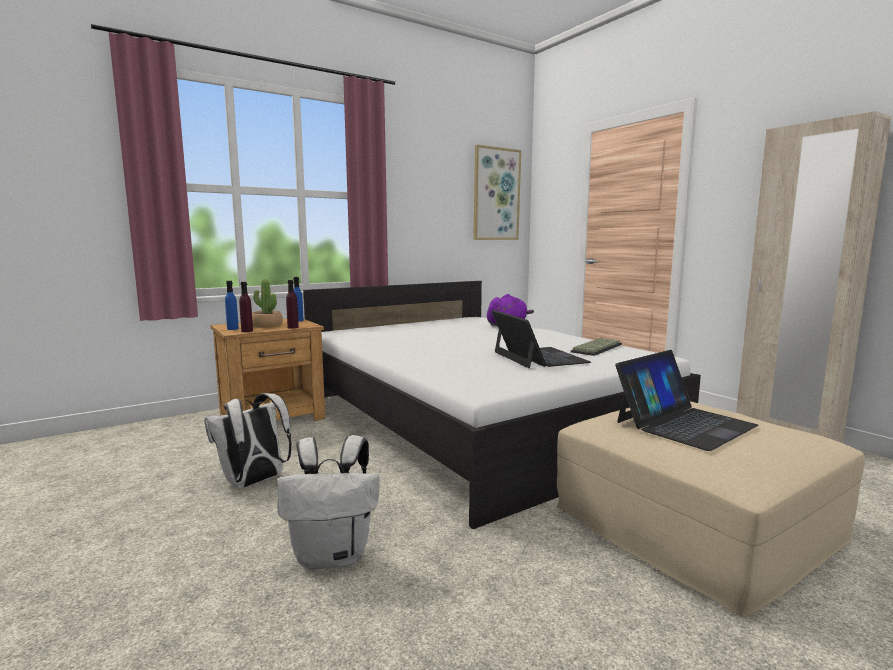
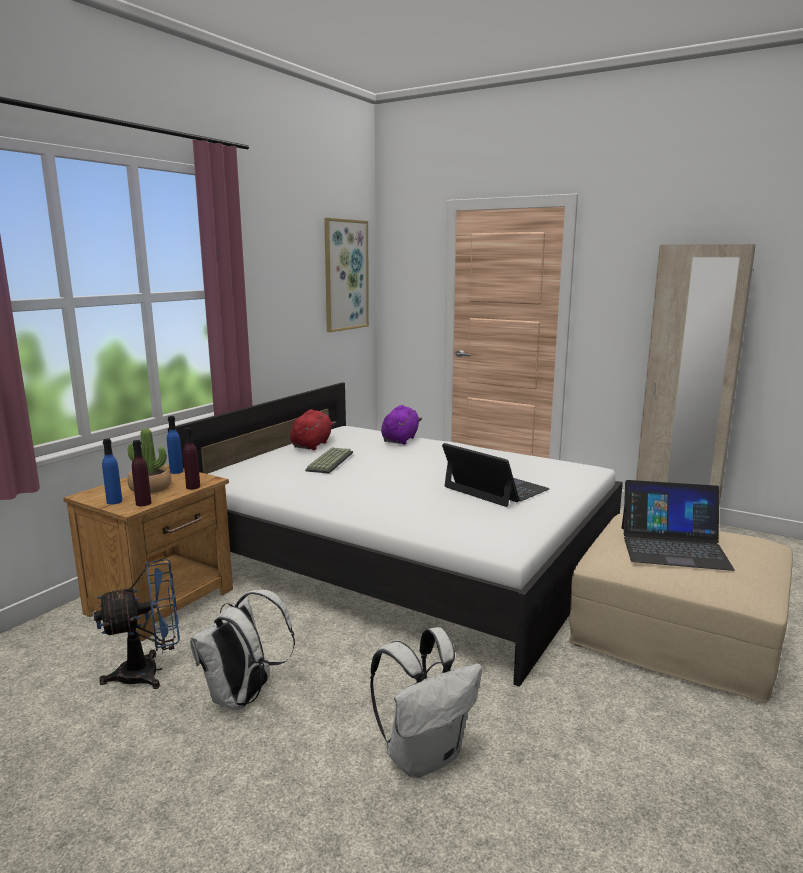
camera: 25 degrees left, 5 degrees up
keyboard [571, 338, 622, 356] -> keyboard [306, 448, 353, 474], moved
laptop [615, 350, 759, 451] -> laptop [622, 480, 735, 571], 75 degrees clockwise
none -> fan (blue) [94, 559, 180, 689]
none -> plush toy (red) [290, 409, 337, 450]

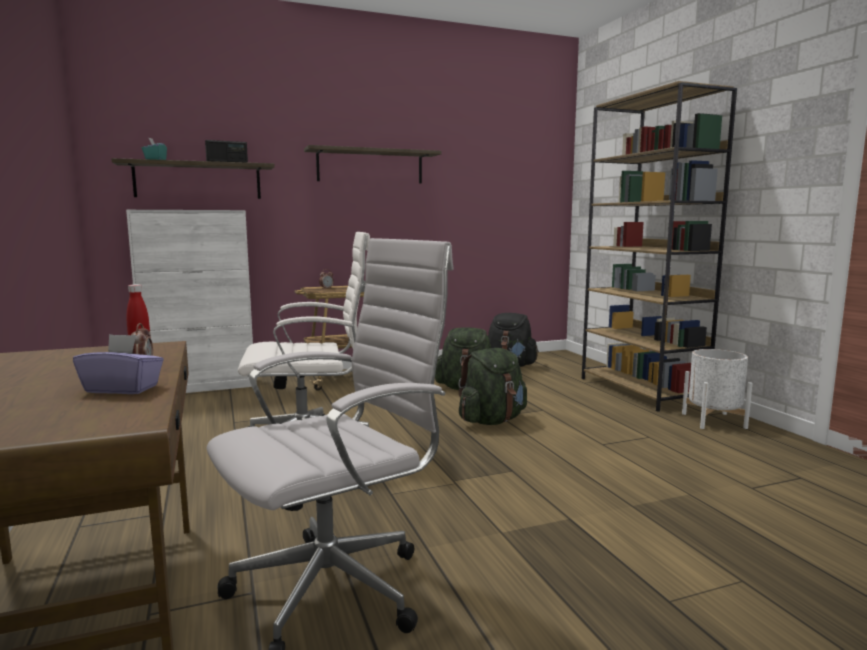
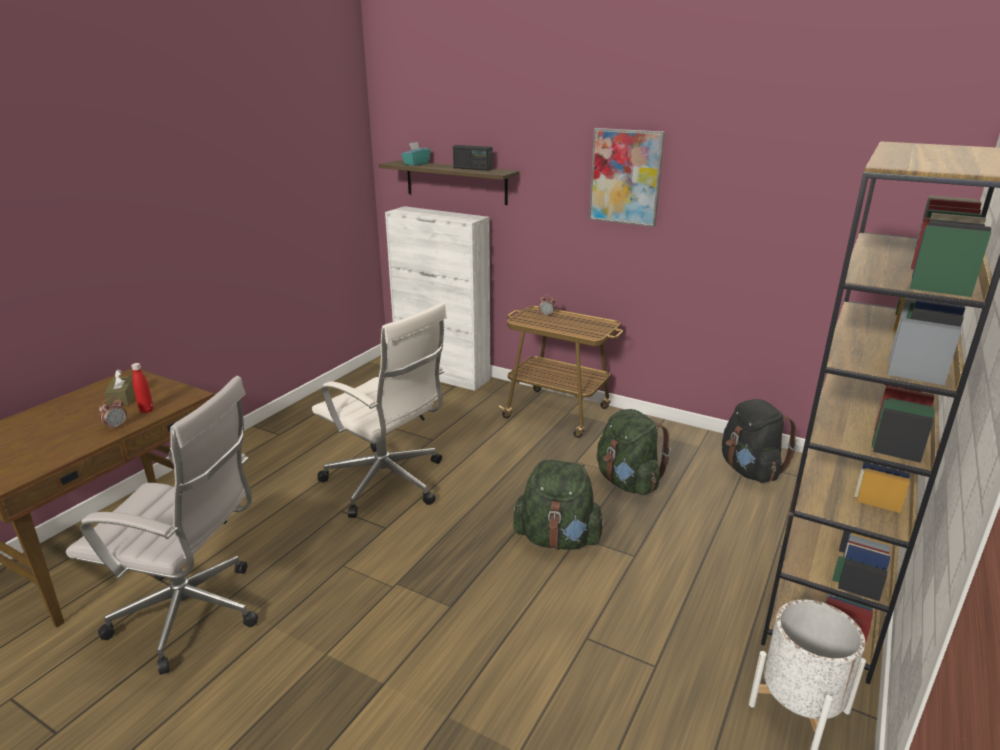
camera: 50 degrees right, 15 degrees up
tissue box (purple) [73, 334, 164, 394] -> none
shelf [304, 145, 442, 184] -> picture [589, 128, 664, 227]
none -> tissue box (brown) [104, 369, 135, 406]

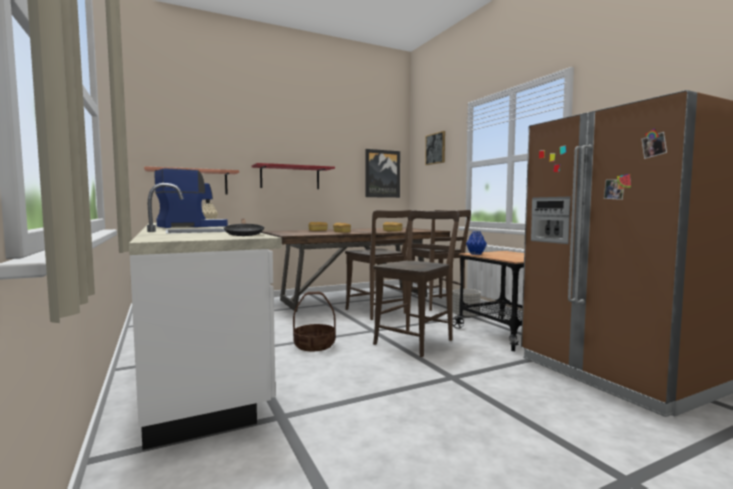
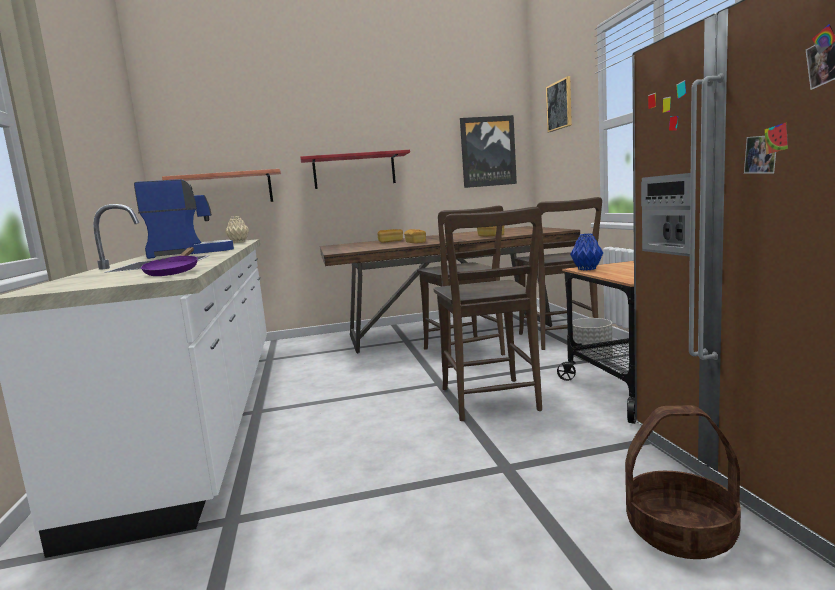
camera: 15 degrees right, 5 degrees up
frying pan (black) [224, 219, 264, 236] -> frying pan (purple) [141, 247, 198, 276]
basket [293, 292, 336, 351] -> basket [625, 405, 741, 559], moved
chair (brown) [373, 210, 460, 357] -> chair (brown) [434, 207, 542, 421], 120 degrees clockwise

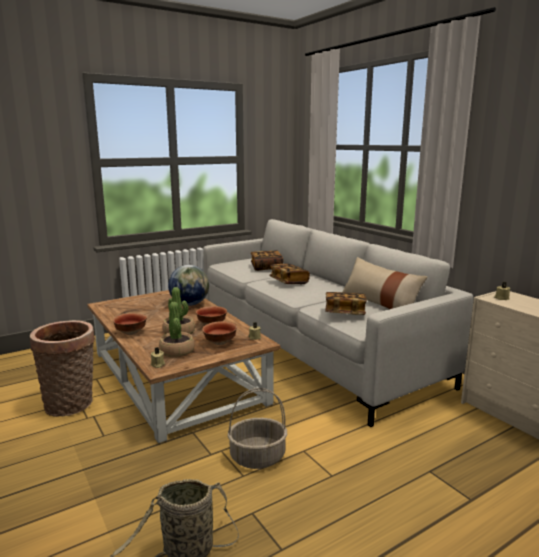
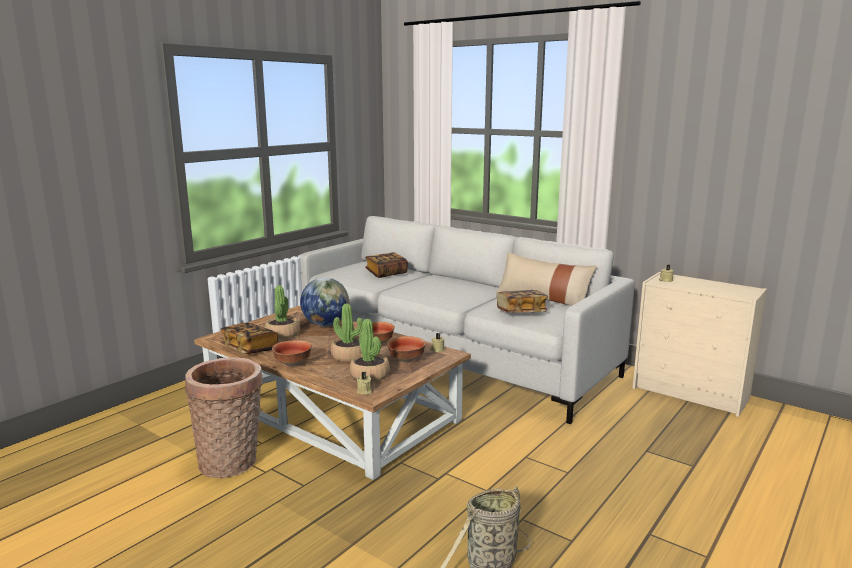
camera: 20 degrees left, 0 degrees up
basket [228, 388, 287, 469] -> none
book [269, 264, 310, 284] -> book [220, 323, 278, 354], moved
none -> potted plant [265, 285, 300, 339]

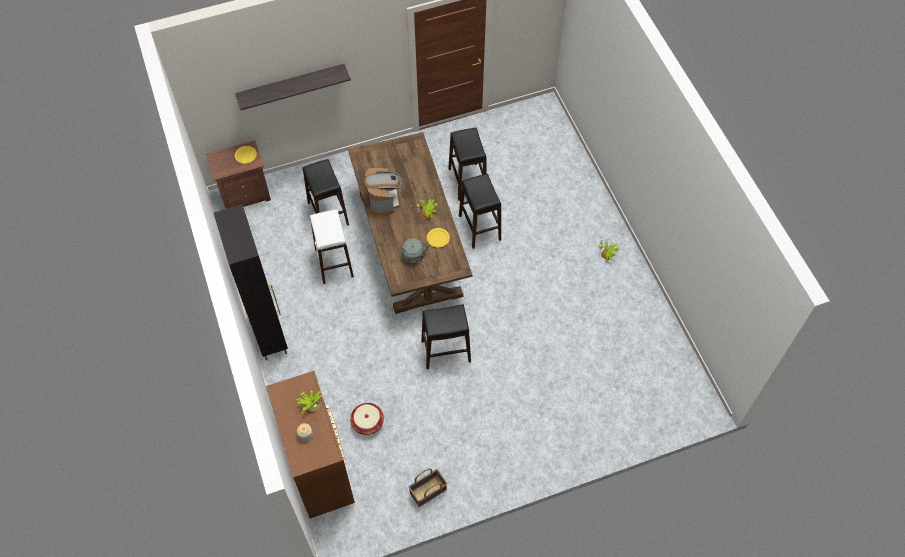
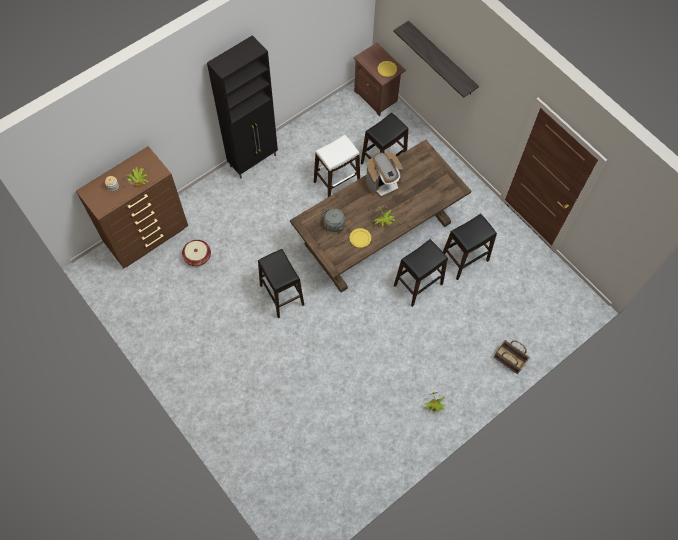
camera: 70 degrees right, 5 degrees up
basket [409, 468, 447, 507] -> basket [494, 340, 530, 374], moved

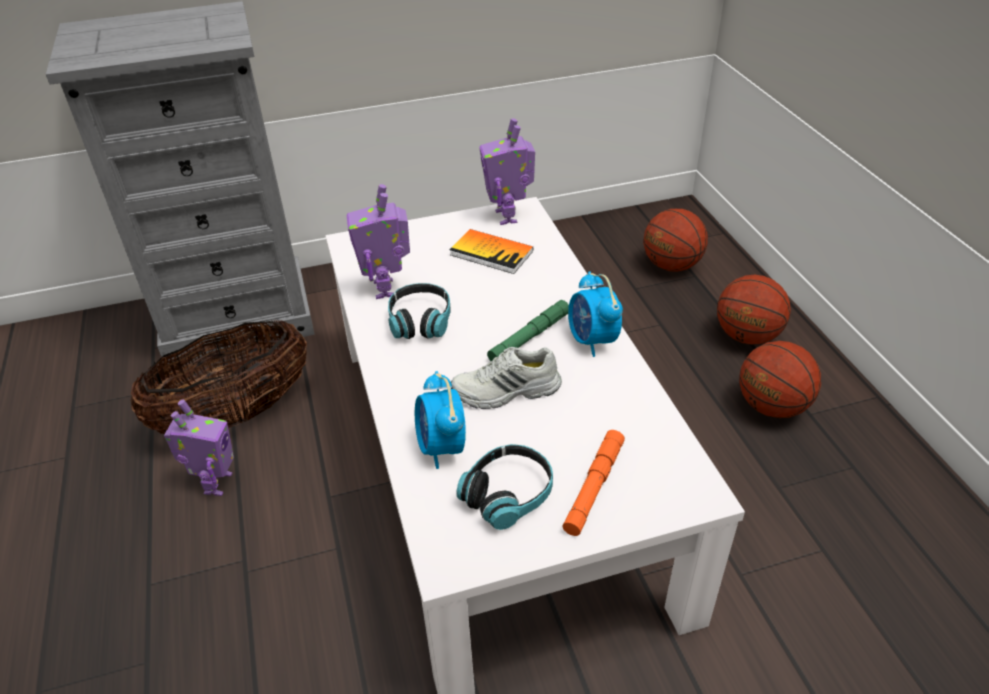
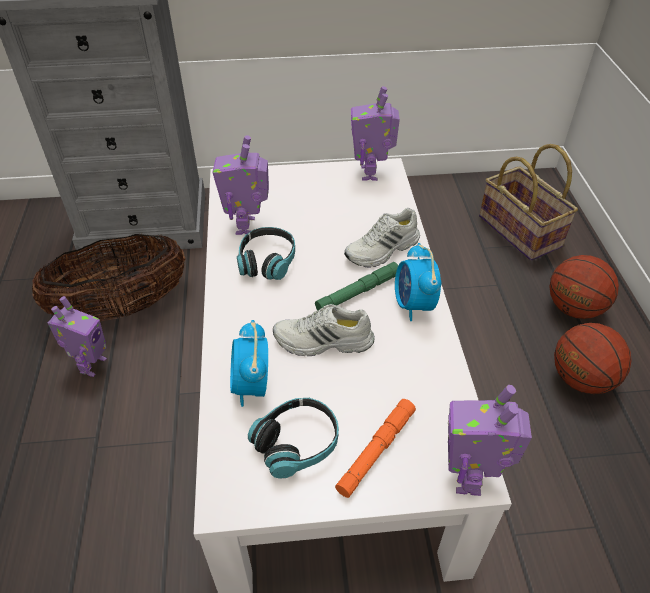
camera: 10 degrees right, 5 degrees up
book [450, 229, 533, 274] -> none
basketball [644, 209, 708, 272] -> basket [479, 144, 578, 261]
none -> shoe (white) [344, 208, 420, 268]
none -> toy robot [448, 385, 532, 496]

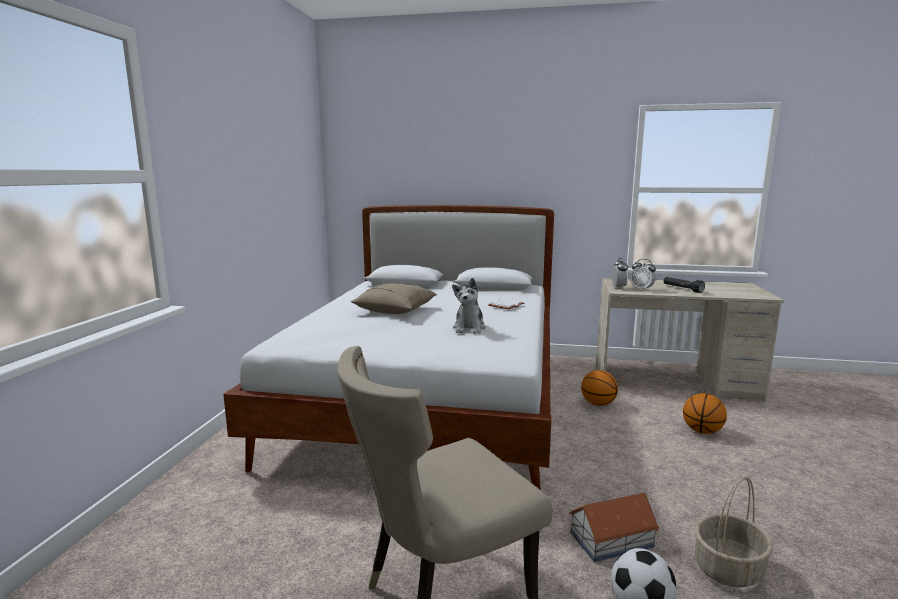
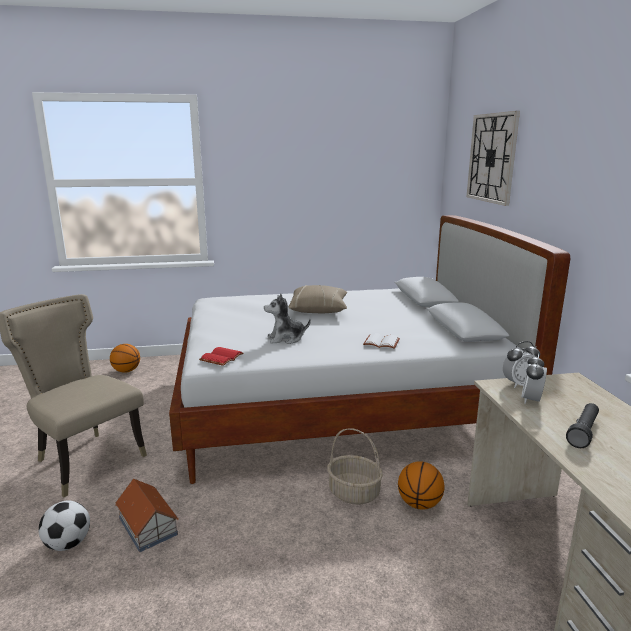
camera: 70 degrees right, 5 degrees up
basketball [683, 393, 727, 434] -> basketball [110, 344, 140, 373], moved
basket [695, 477, 773, 587] -> basket [327, 428, 383, 505], moved
none -> book (red) [199, 347, 244, 366]
none -> wall clock [466, 111, 520, 206]

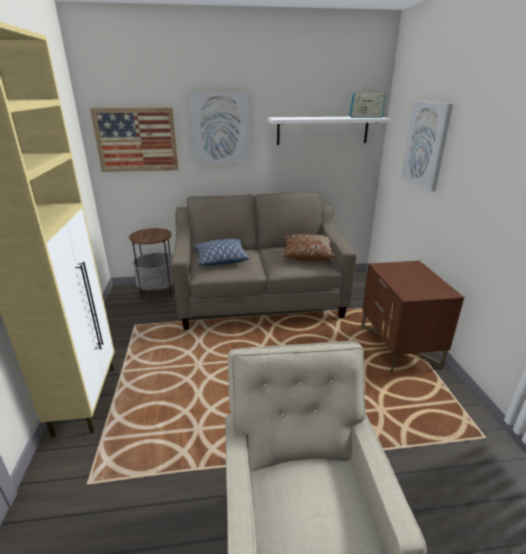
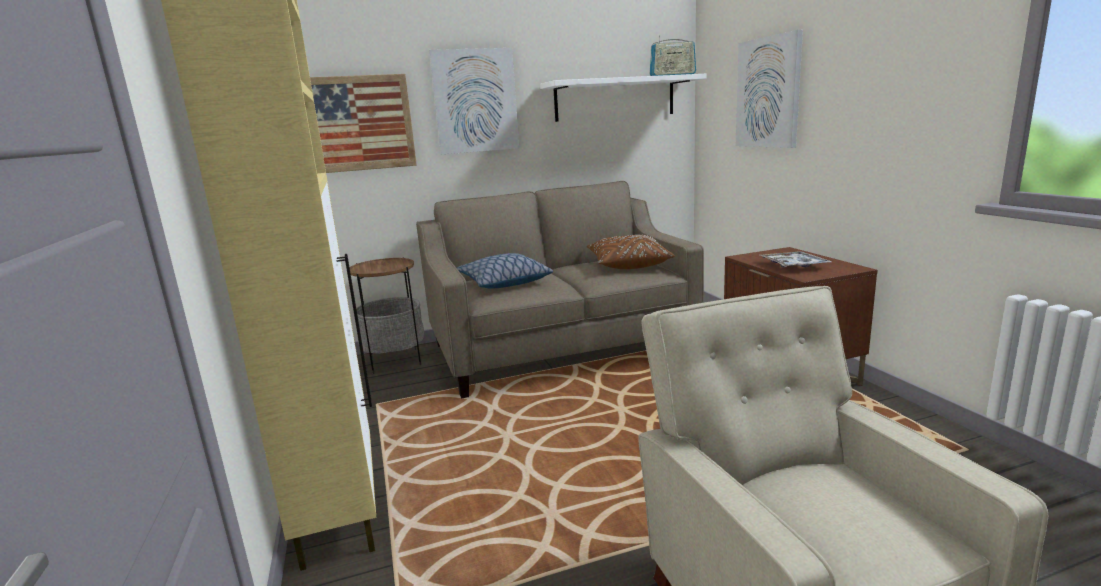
camera: 10 degrees left, 10 degrees down
none -> tray [760, 251, 831, 267]

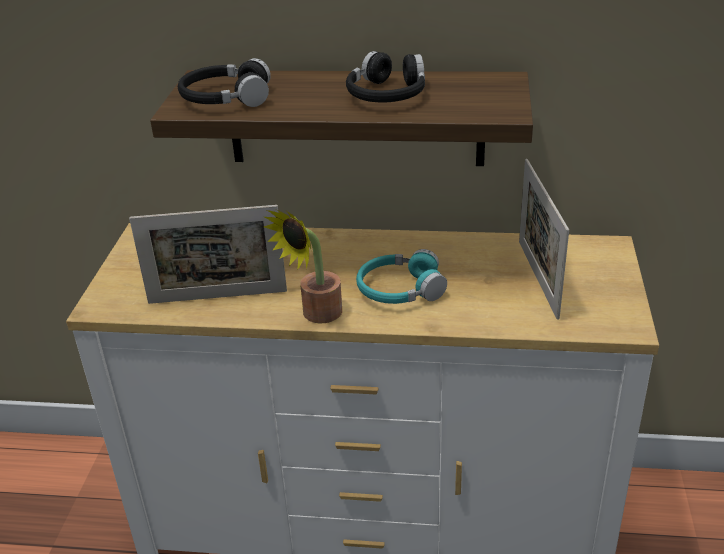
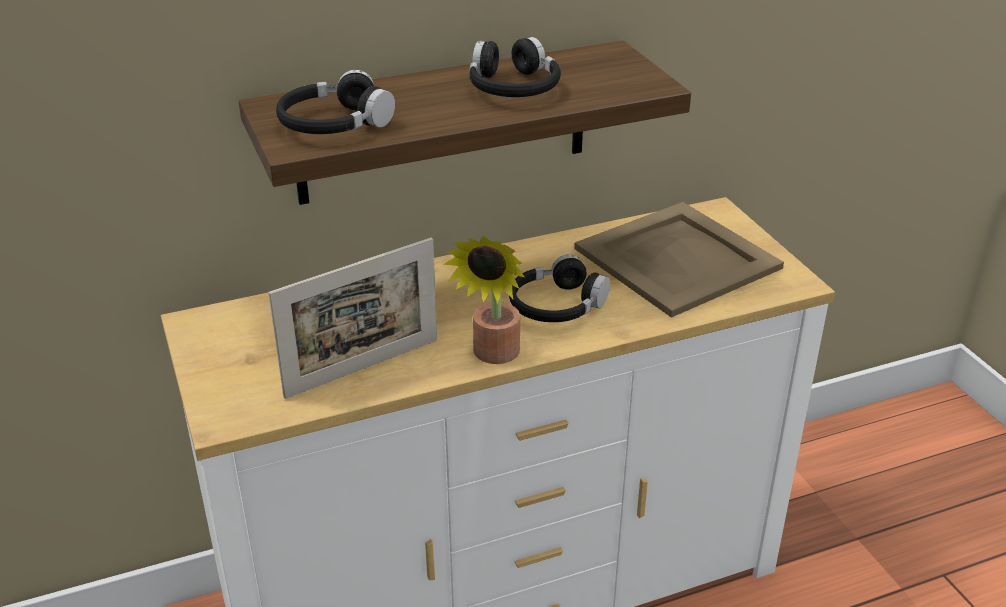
camera: 30 degrees left, 0 degrees up
headphones (turquoise) [356, 249, 447, 304] -> headphones (black) [509, 254, 610, 322]
picture frame [519, 159, 569, 320] -> tray (beige) [574, 202, 784, 318]

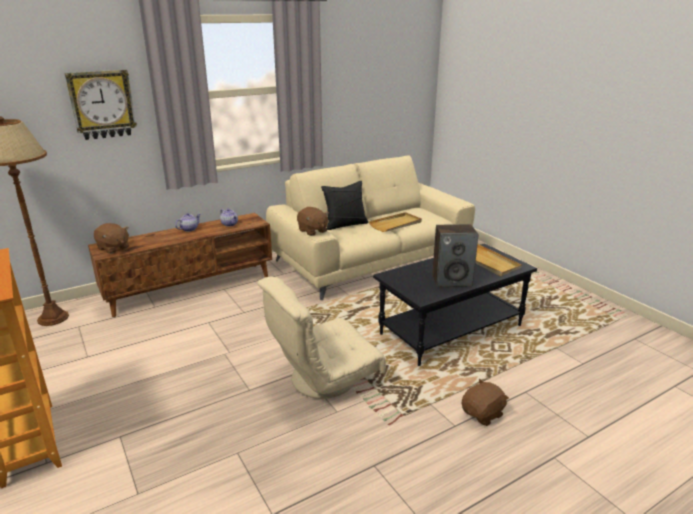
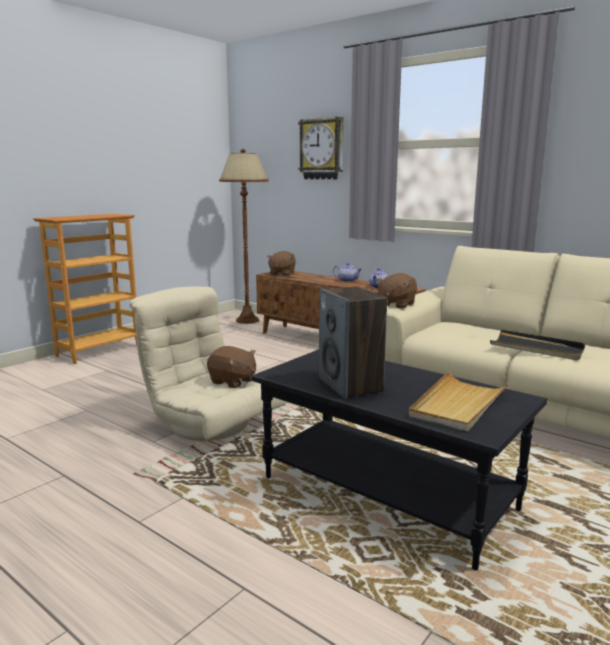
camera: 70 degrees right, 10 degrees down
pillow (black) [321, 181, 368, 230] -> none
tray (beige) [369, 212, 422, 232] -> tray (black) [490, 330, 586, 361]
plush toy (brown) [462, 379, 509, 426] -> plush toy (brown) [207, 346, 256, 388], moved

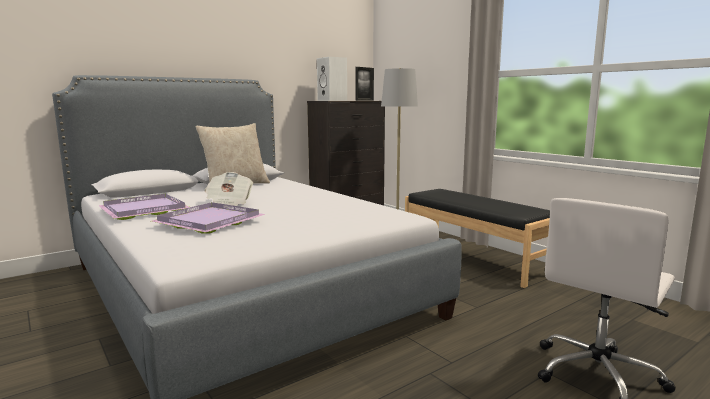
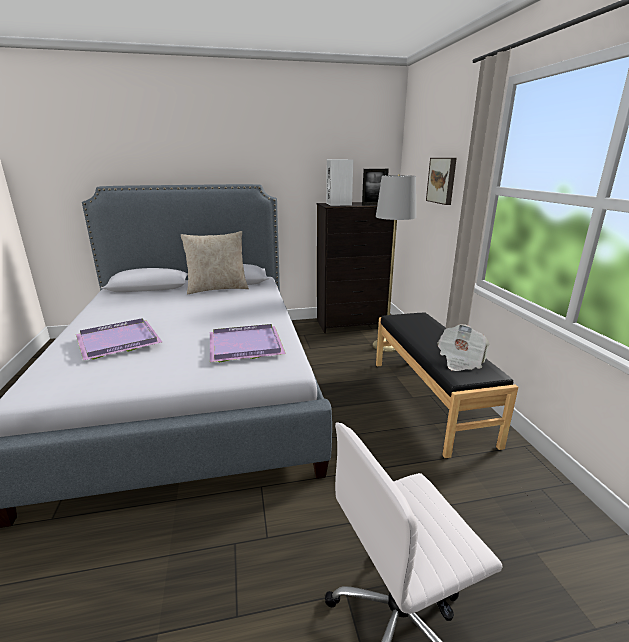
camera: 25 degrees right, 10 degrees up
tray (purple) [98, 194, 190, 220] -> tray (purple) [210, 324, 286, 363], moved
newspaper [205, 172, 253, 206] -> newspaper [437, 324, 489, 371], moved
none -> picture [426, 158, 457, 205]

